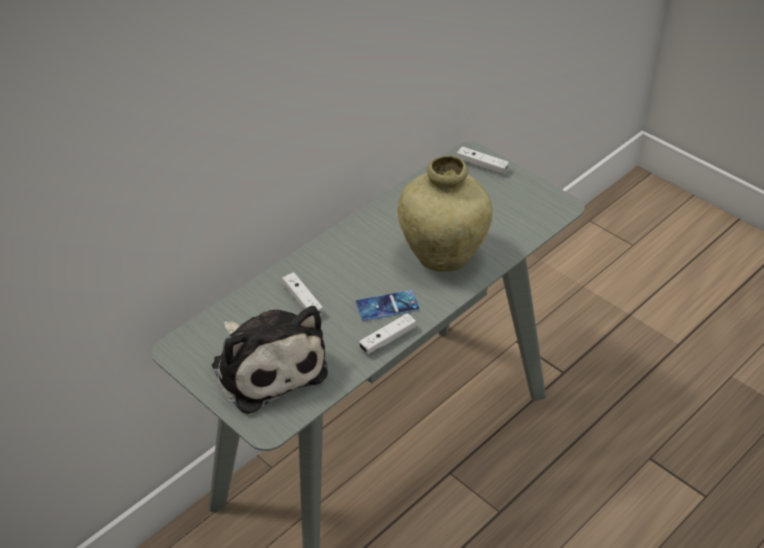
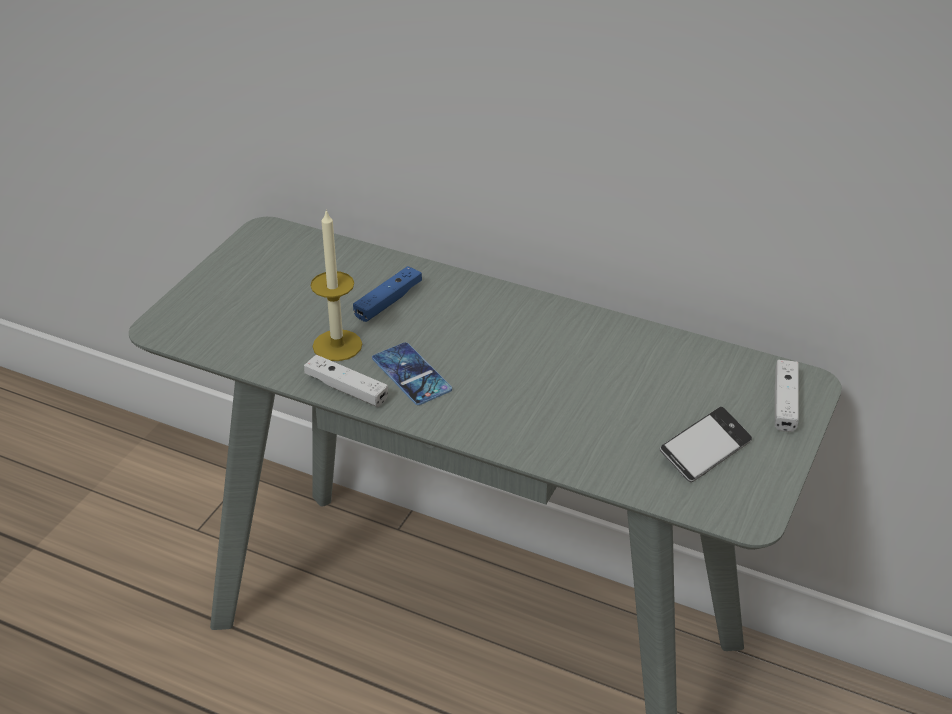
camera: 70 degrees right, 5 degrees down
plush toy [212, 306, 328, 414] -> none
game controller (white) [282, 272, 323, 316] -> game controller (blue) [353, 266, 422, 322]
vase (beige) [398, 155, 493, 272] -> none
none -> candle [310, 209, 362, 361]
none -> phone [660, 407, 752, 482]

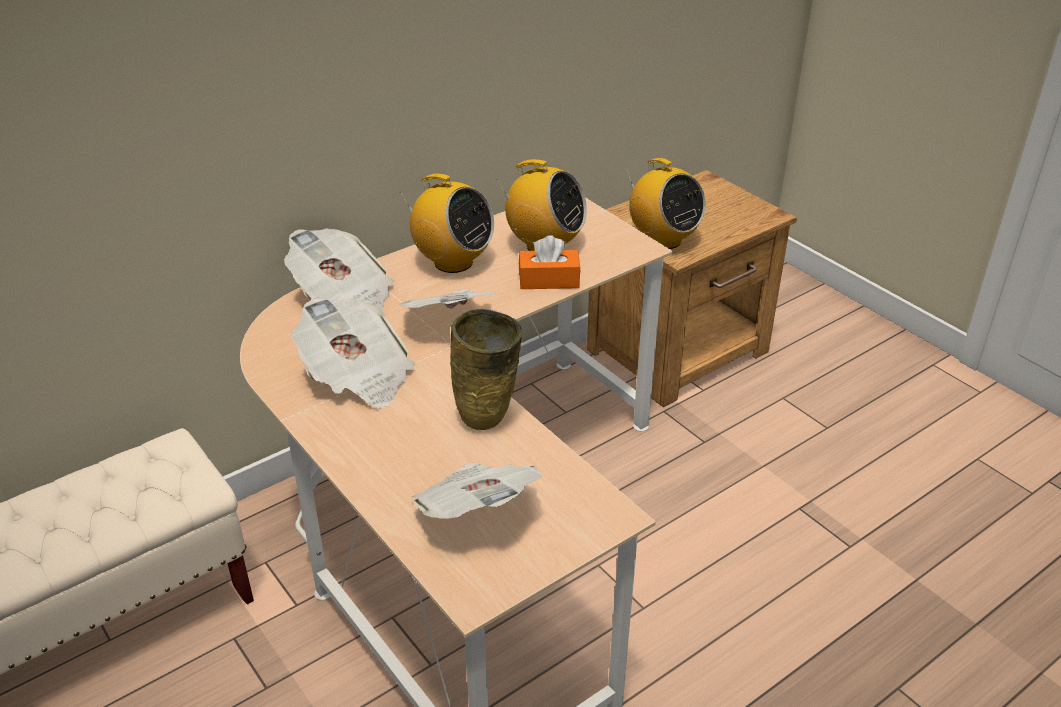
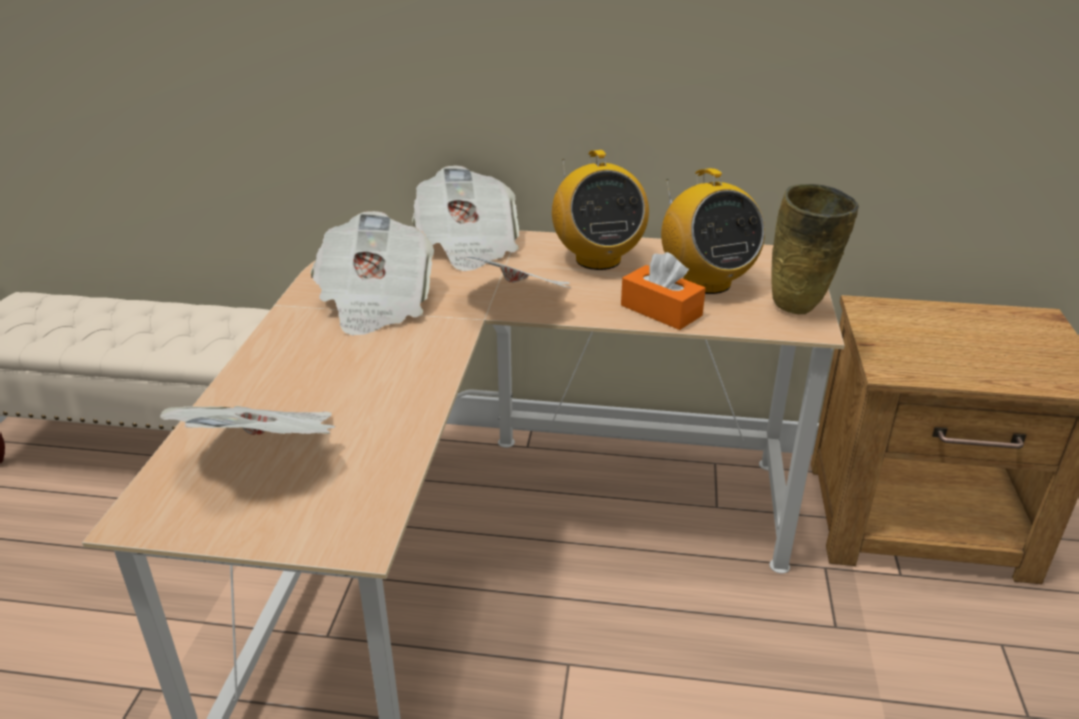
camera: 45 degrees right, 5 degrees down
vase (beige) [450, 309, 522, 430] -> vase (beige) [771, 184, 859, 314], moved
radio [627, 158, 706, 249] -> none

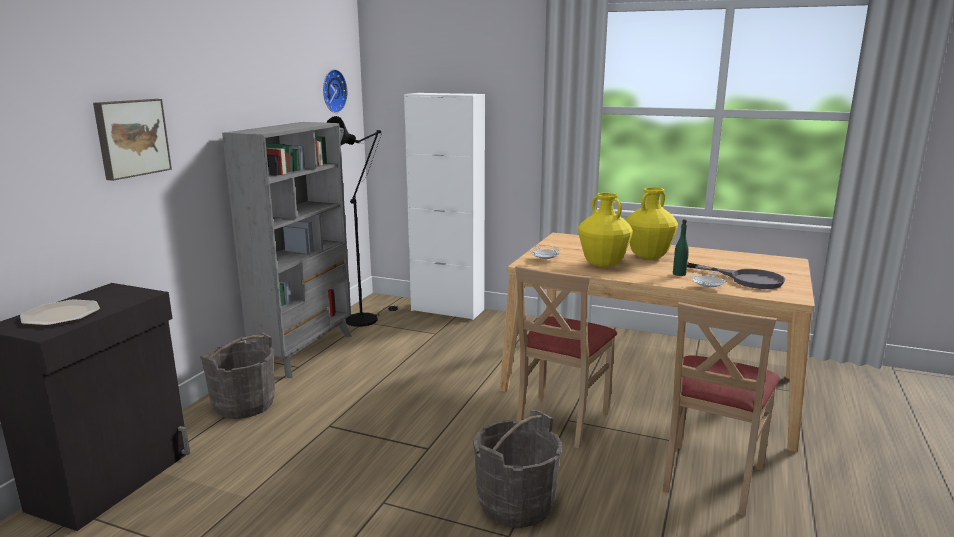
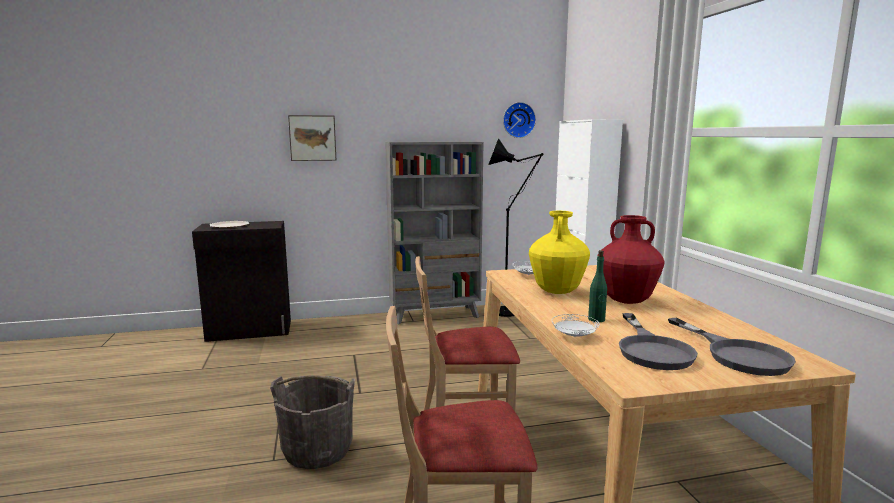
camera: 55 degrees right, 5 degrees down
bucket (grey) [200, 333, 275, 419] -> none
vase (yellow) [626, 187, 678, 259] -> vase (red) [598, 215, 665, 304]
none -> frying pan (grey) [668, 318, 796, 376]

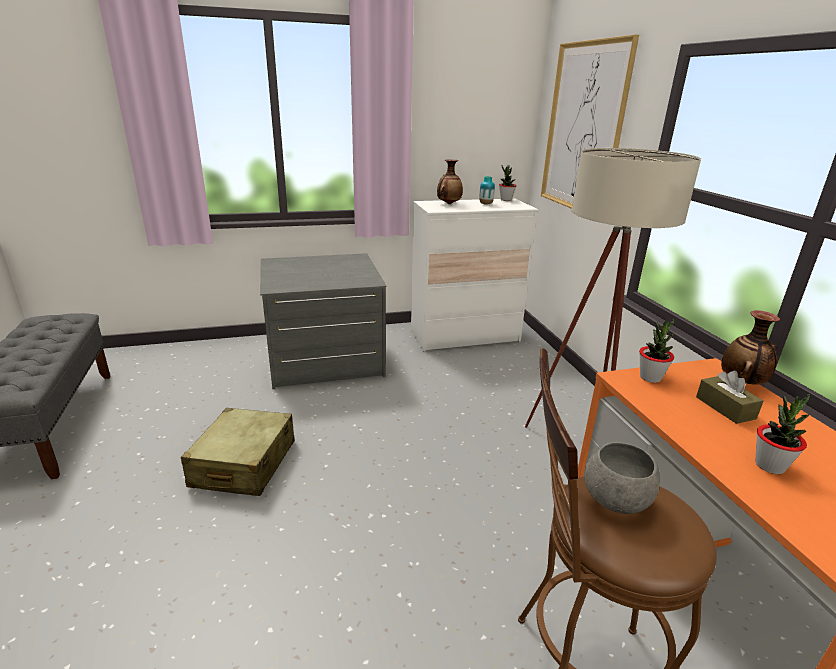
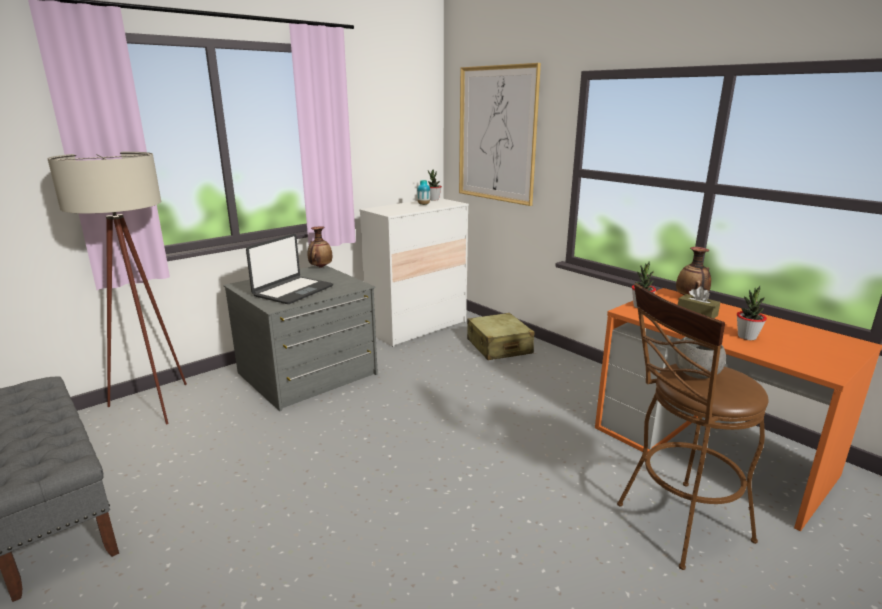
camera: 25 degrees left, 5 degrees down
suitcase (beige) [181, 408, 295, 496] -> suitcase (beige) [467, 313, 534, 360], moved
vase [437, 160, 463, 204] -> vase [307, 226, 333, 268], moved
floor lamp (beige) [525, 148, 701, 428] -> floor lamp (beige) [48, 152, 187, 425], moved
none -> laptop [246, 234, 333, 304]

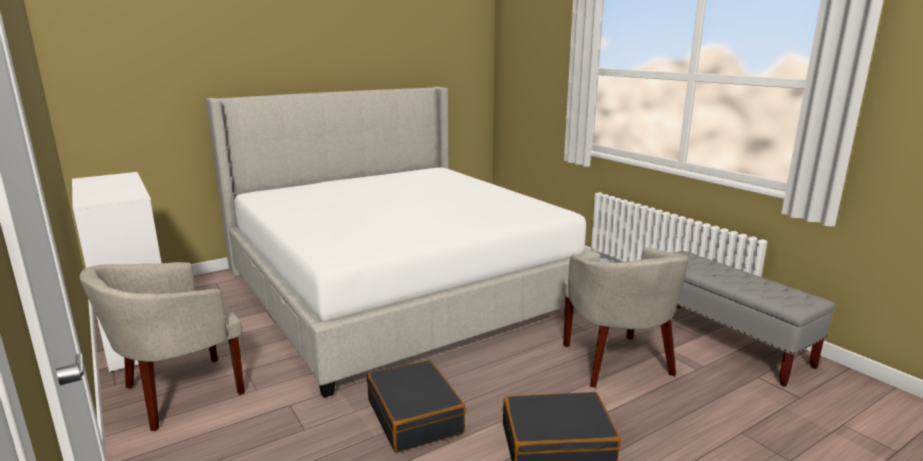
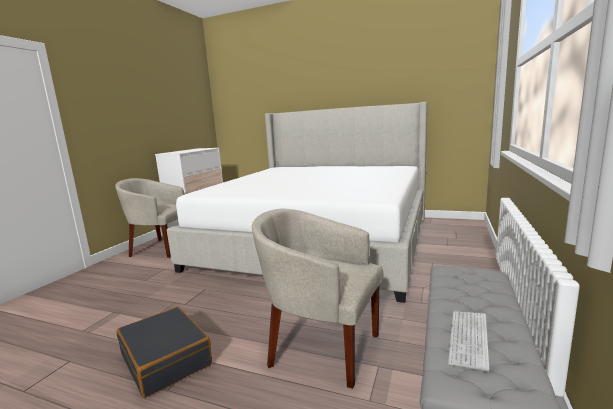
camera: 55 degrees right, 5 degrees down
suitcase (black) [367, 359, 466, 452] -> none
armchair (beige) [562, 247, 689, 388] -> armchair (beige) [252, 209, 383, 389], 75 degrees clockwise
none -> keyboard [448, 311, 489, 372]

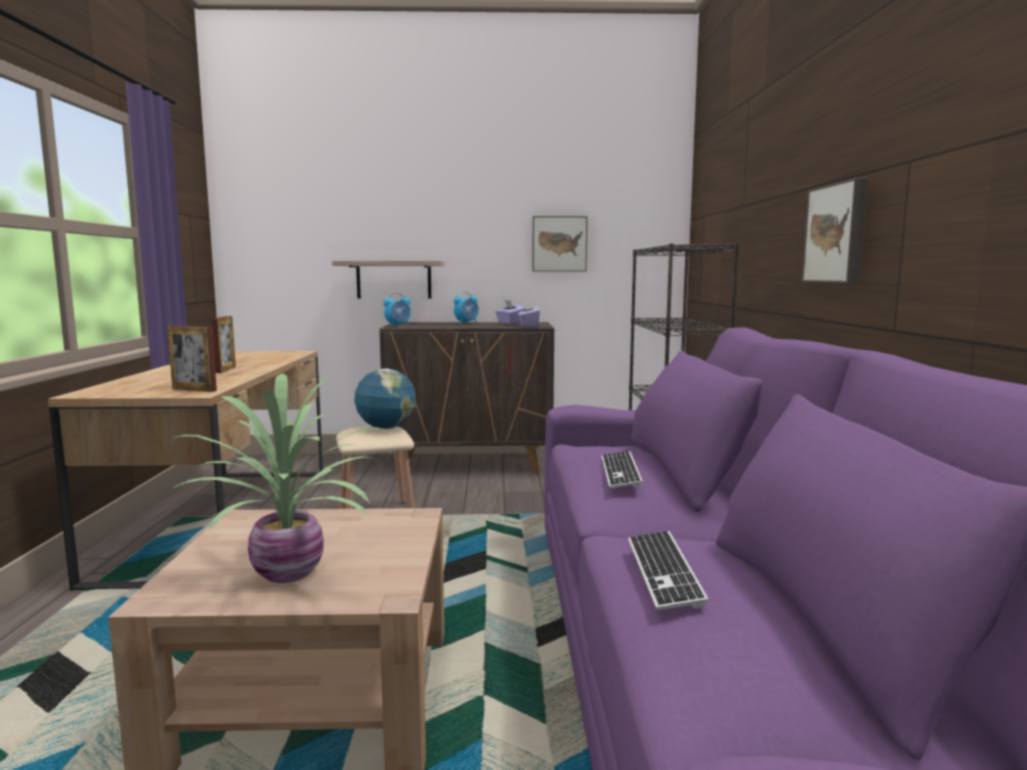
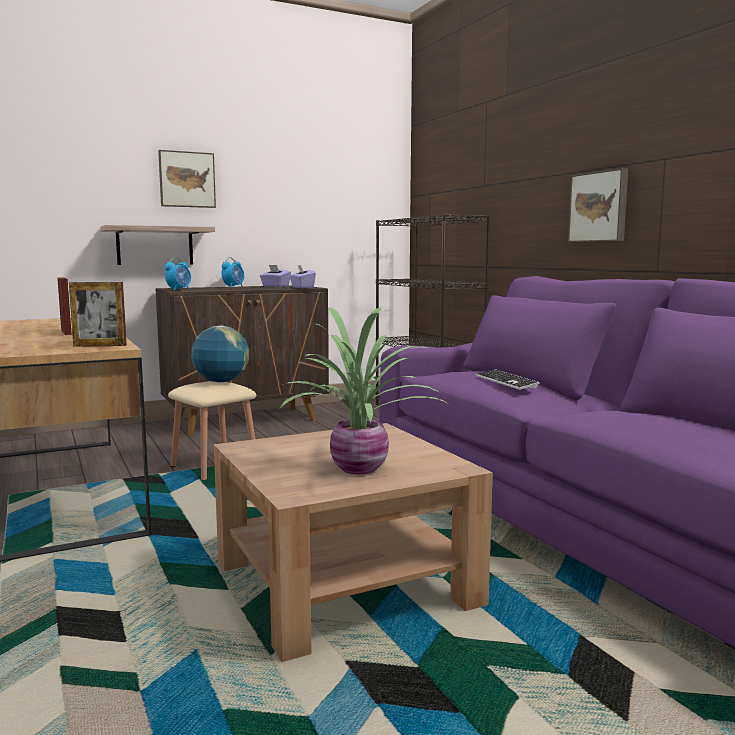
camera: 25 degrees left, 0 degrees up
picture [532, 216, 588, 271] -> picture [158, 150, 216, 208], moved
keyboard [628, 531, 709, 610] -> none

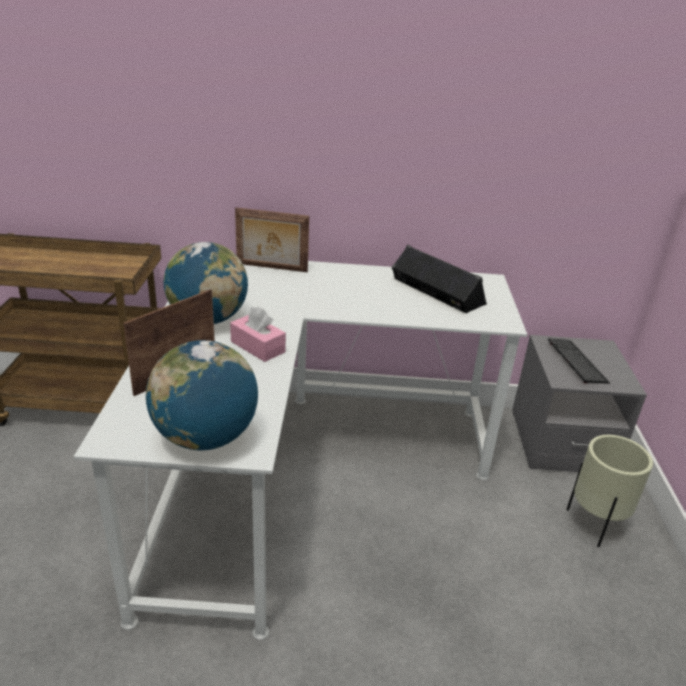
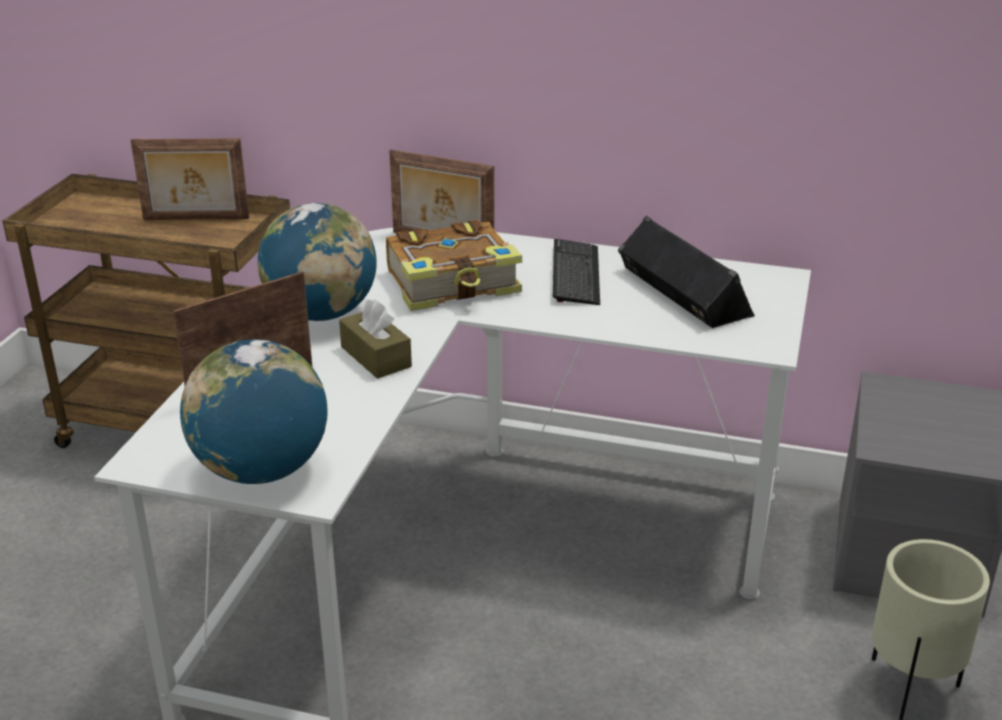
camera: 15 degrees right, 0 degrees up
tissue box (pink) [230, 307, 286, 362] -> tissue box (brown) [339, 299, 412, 379]
keyboard [548, 338, 610, 384] -> keyboard [553, 239, 600, 305], moved
none -> picture frame [131, 138, 249, 220]
none -> book [386, 220, 522, 311]

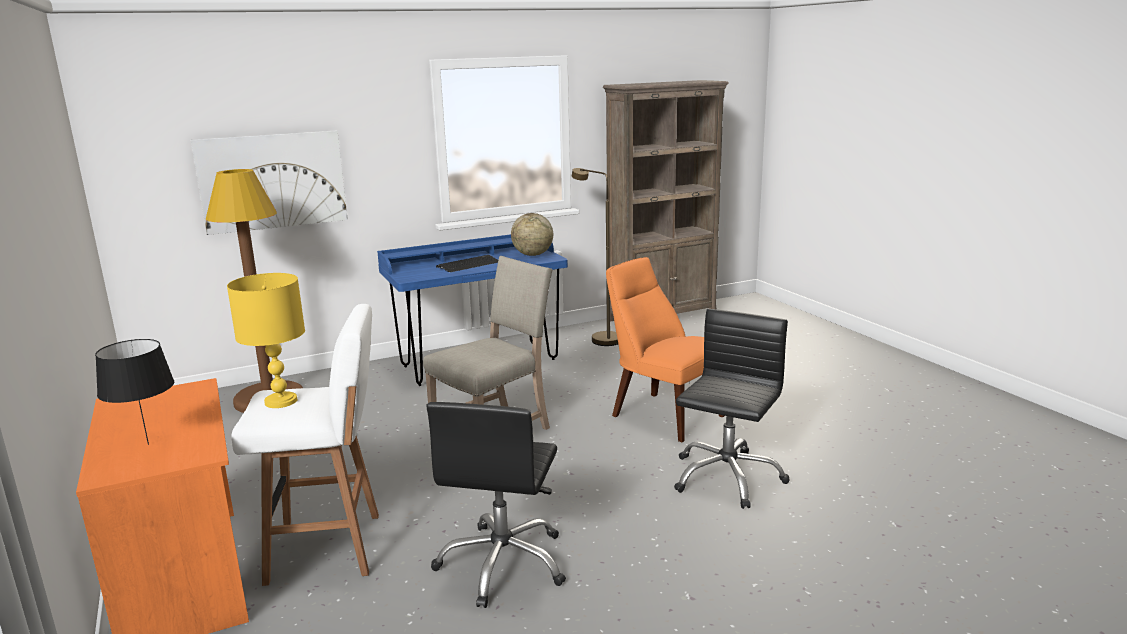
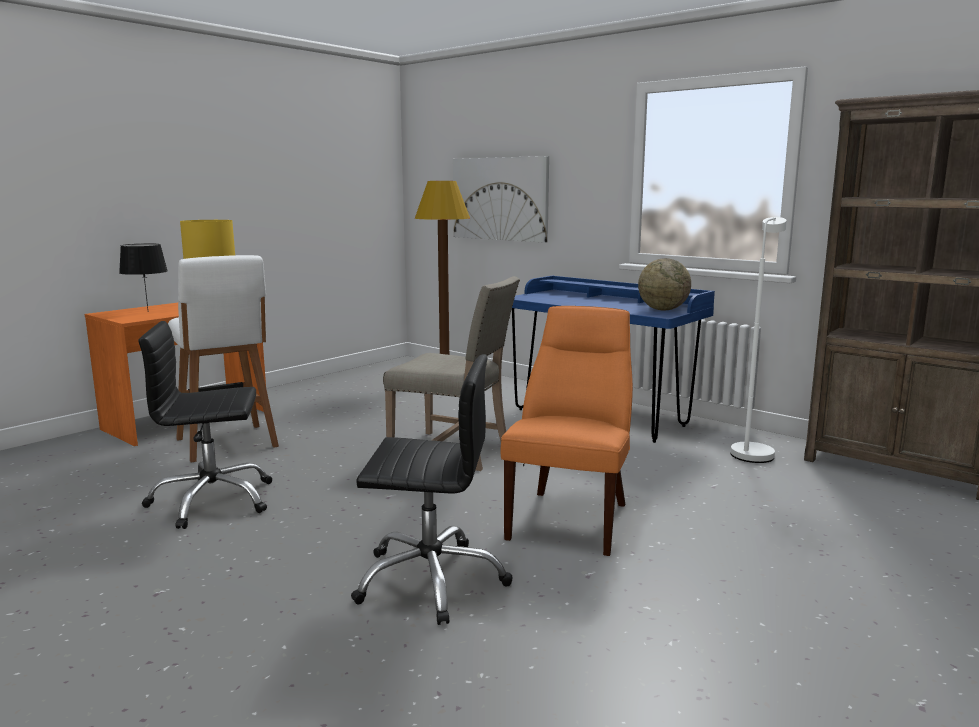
camera: 65 degrees right, 5 degrees down
keyboard [436, 255, 498, 273] -> none
floor lamp (brown) [572, 168, 618, 346] -> floor lamp (white) [730, 217, 787, 463]

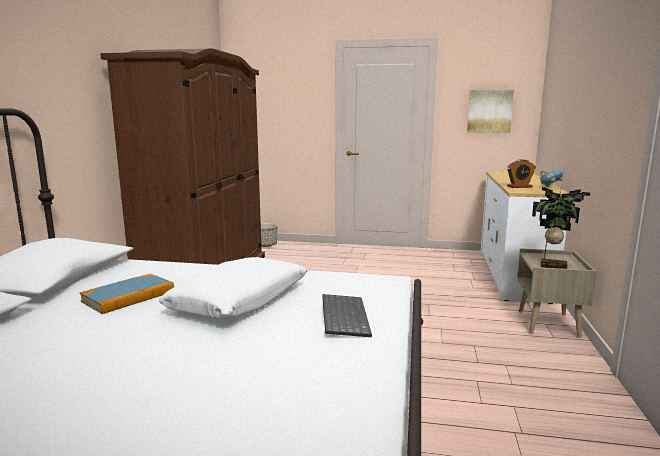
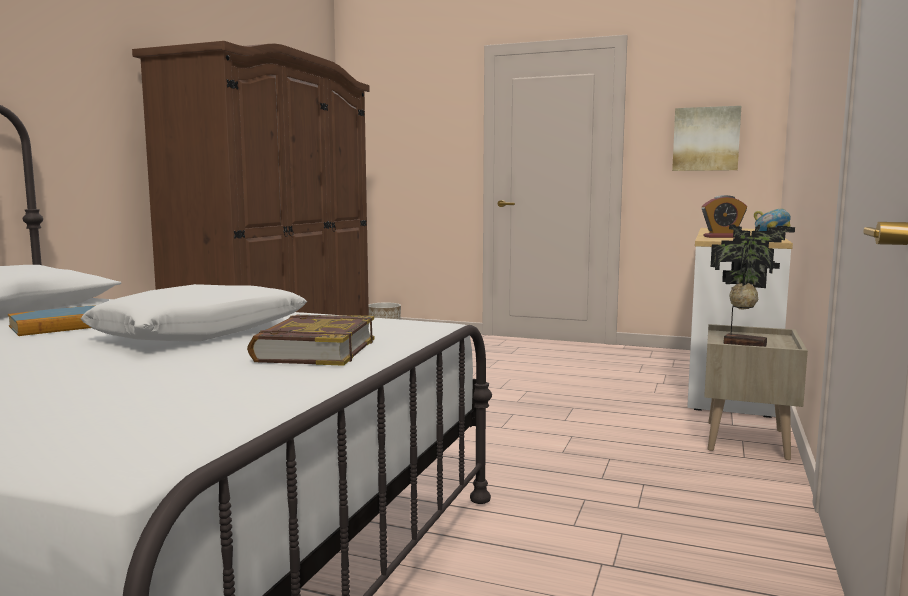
camera: 10 degrees right, 5 degrees down
keyboard [322, 294, 372, 337] -> book [247, 315, 375, 366]

